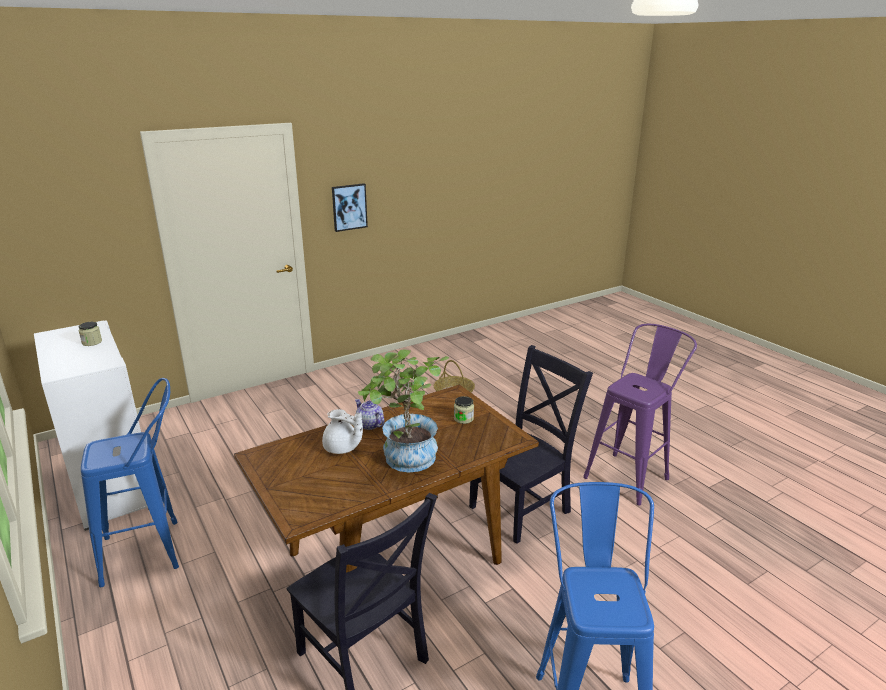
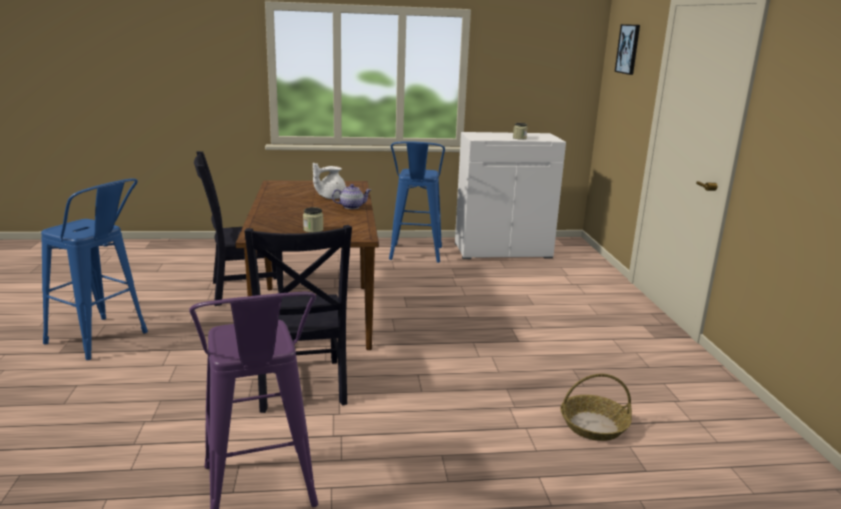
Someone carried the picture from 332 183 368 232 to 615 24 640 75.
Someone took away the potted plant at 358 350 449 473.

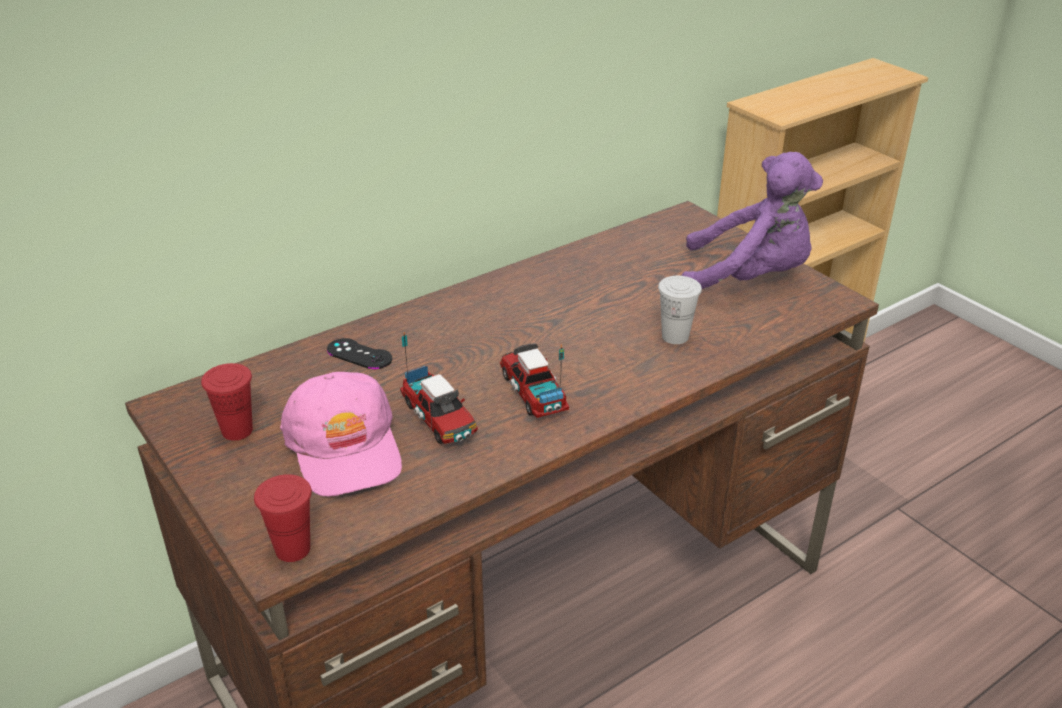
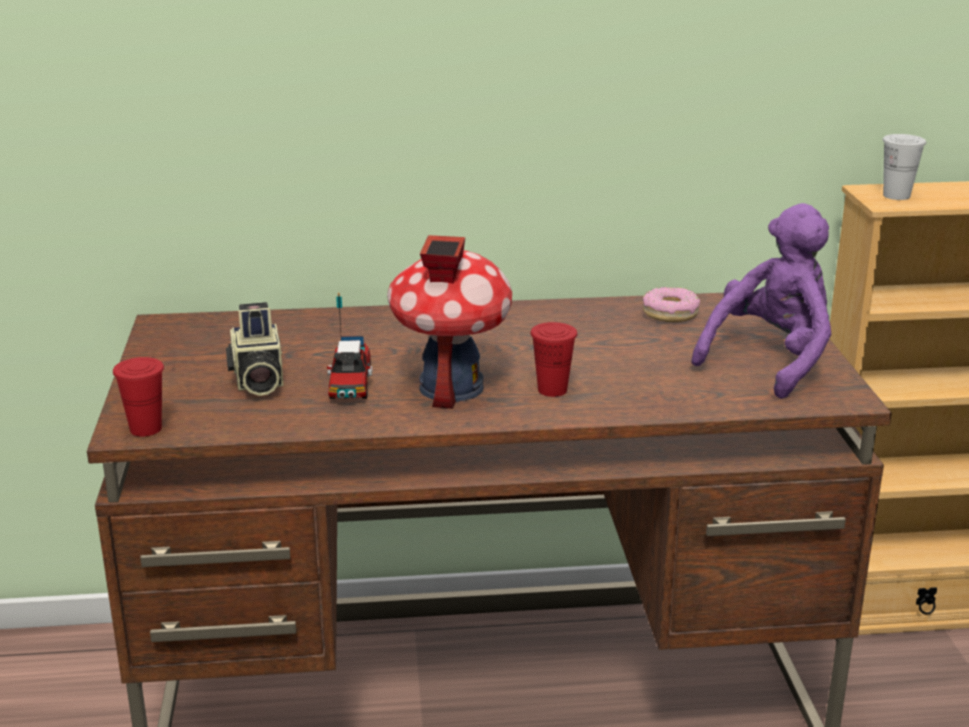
Someone rotated the purple plush toy at 681 152 823 289 by 90 degrees counterclockwise.
Someone carried the white cup from 658 276 702 344 to 883 134 926 200.
Someone took away the black game controller at 327 338 392 369.
Someone swapped the toy truck at 500 344 569 418 for the toy house at 387 235 512 409.
Someone carried the red cup from 201 363 253 441 to 531 322 577 397.
Someone swapped the pink cap at 280 372 402 497 for the photo camera at 226 302 283 396.
Someone put down the donut at 642 287 700 322.

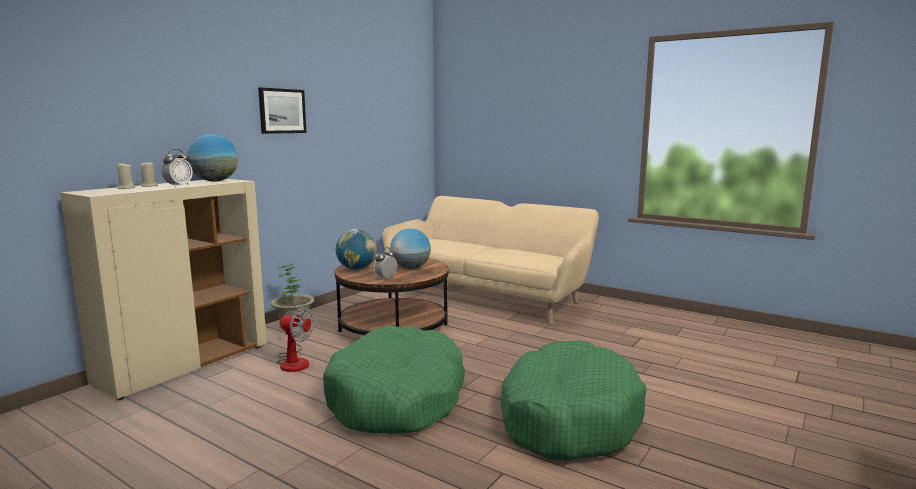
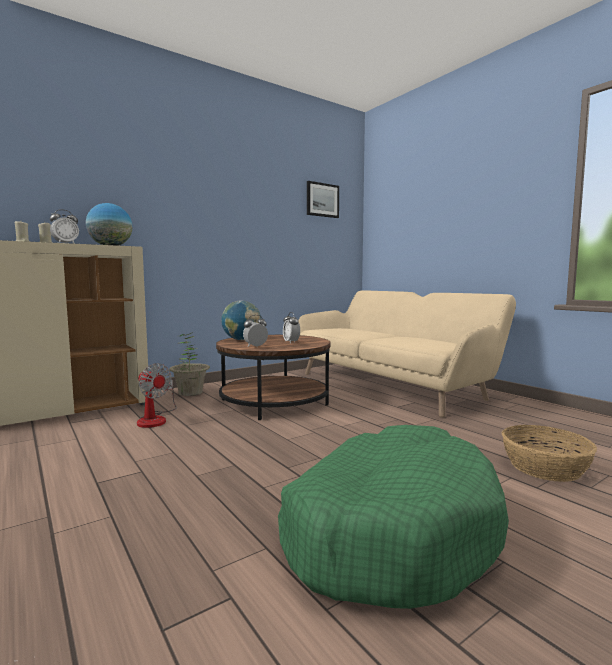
Someone carried the picture from 258 88 307 134 to 307 181 339 218.
Someone swapped the globe at 390 228 431 269 for the alarm clock at 283 312 300 343.
Someone took away the green dog bed at 323 325 465 434.
Someone put down the basket at 502 425 597 482.

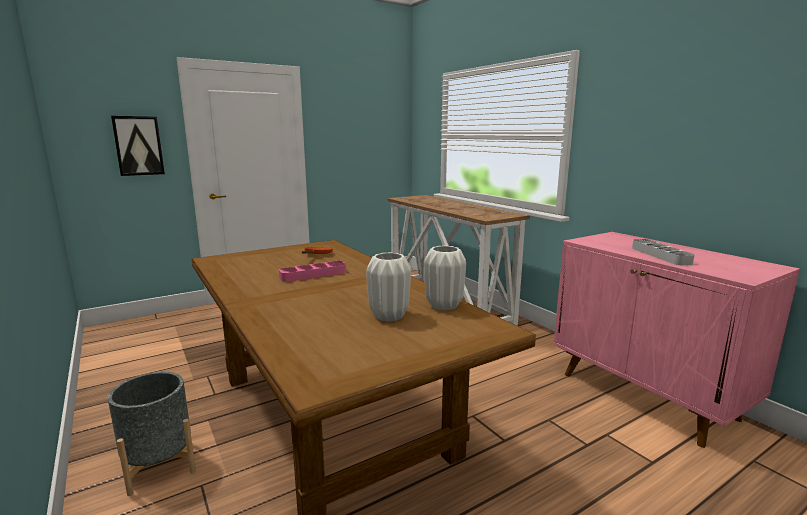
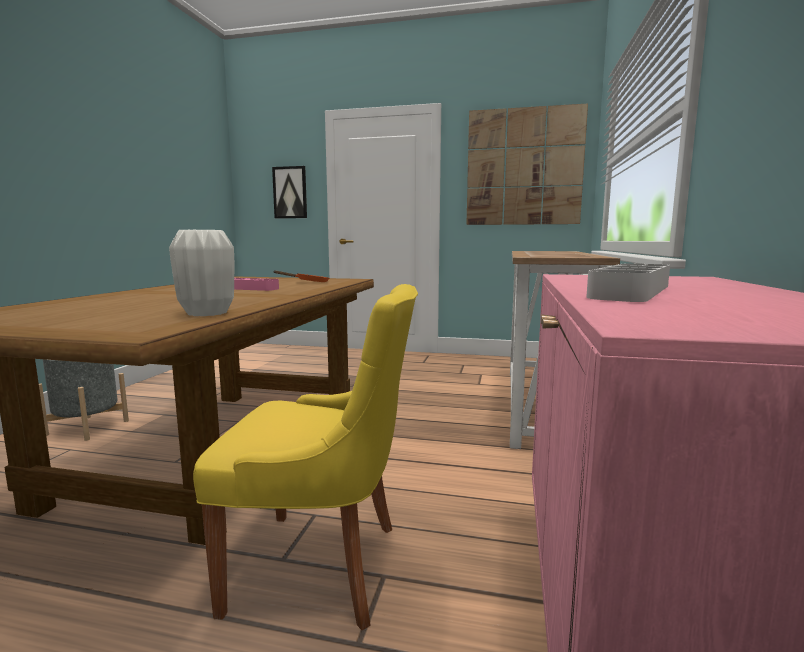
Someone took away the white vase at 366 252 411 322.
Someone put up the picture at 466 103 588 225.
Someone put down the yellow chair at 193 284 418 630.

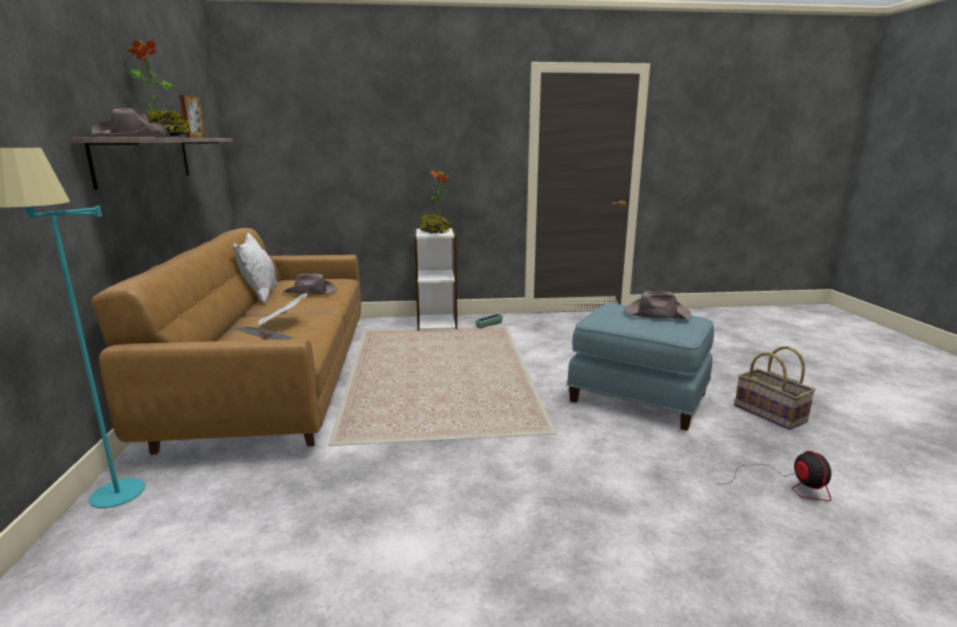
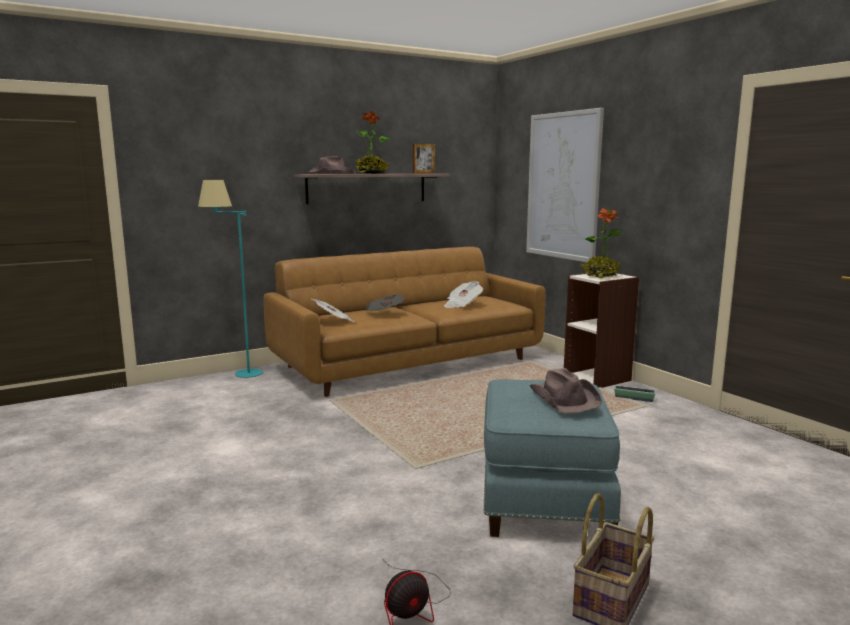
Someone took away the white pillow at 233 232 278 304.
Someone swapped the brown hat at 282 274 338 295 for the newspaper at 444 281 483 308.
Someone put up the picture at 526 108 604 262.

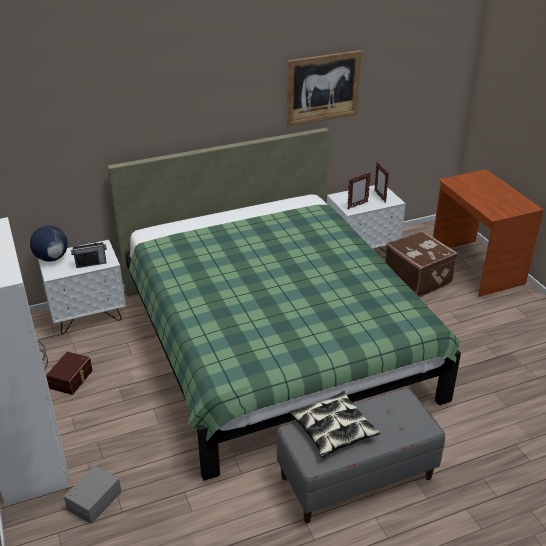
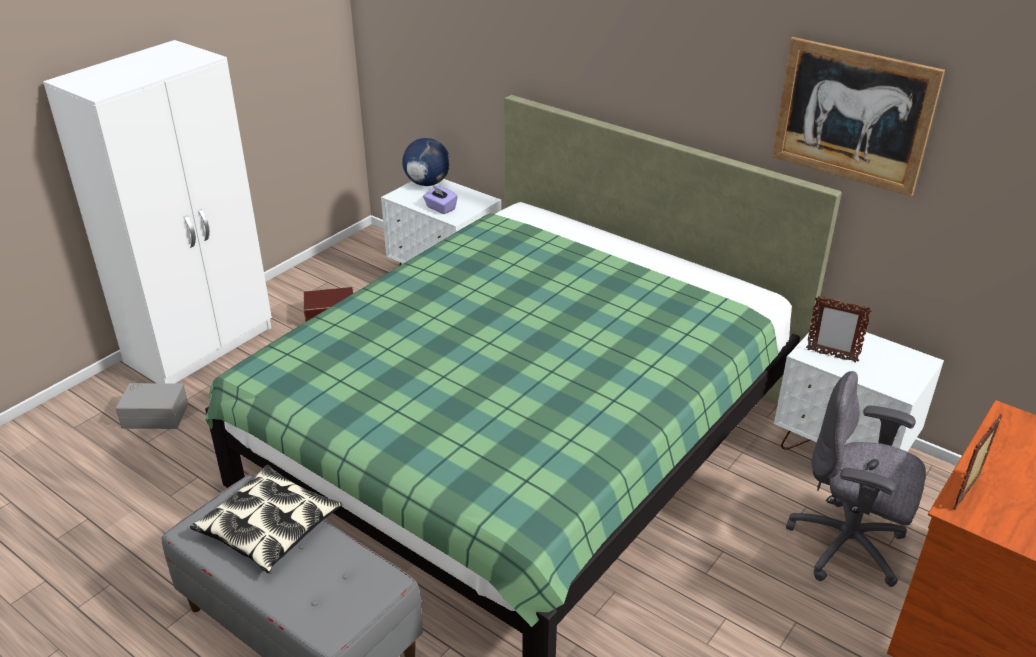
Someone carried the picture frame from 374 162 389 202 to 953 414 1002 510.
Someone swapped the brown suitcase at 385 230 458 297 for the grey office chair at 786 371 926 587.
Someone swapped the radio at 71 241 107 268 for the purple tissue box at 423 186 458 214.

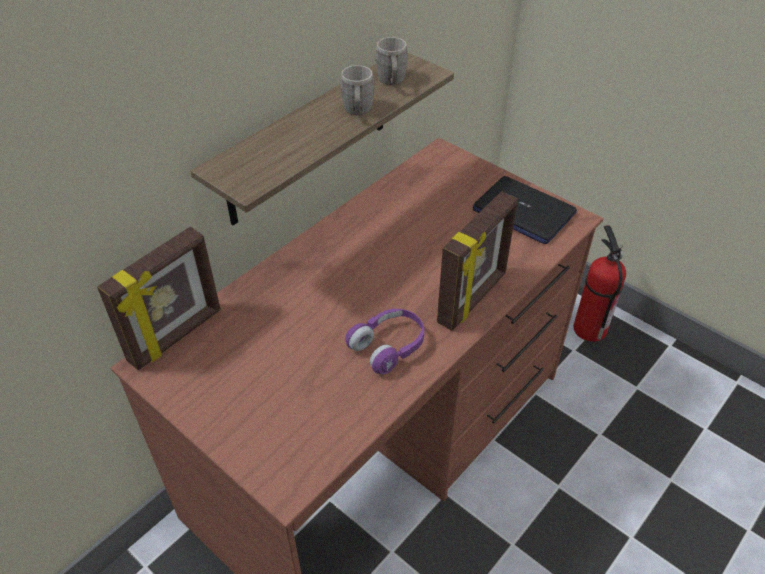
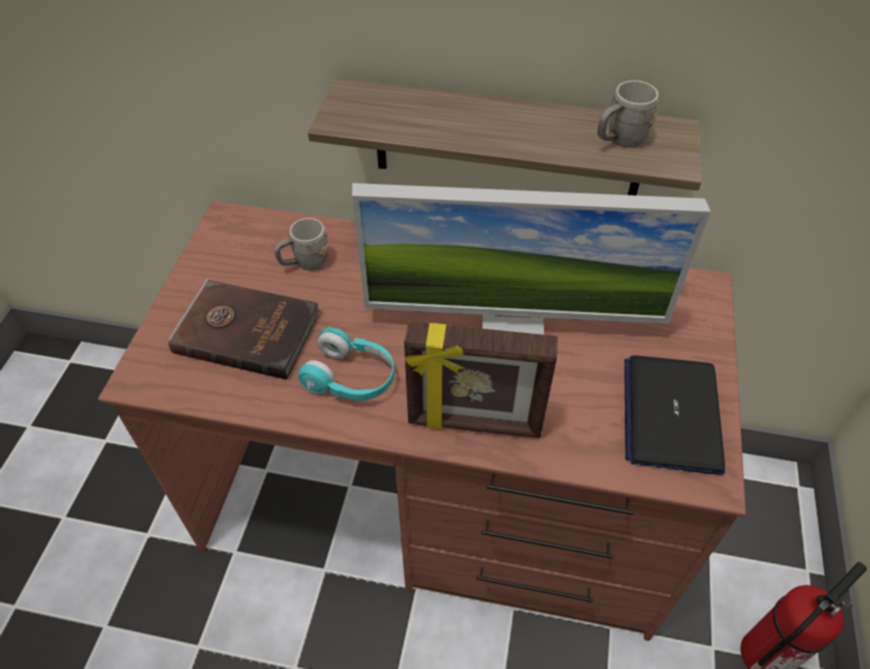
Someone carried the grey mug from 340 65 375 115 to 274 218 328 271.
Someone took away the picture frame at 97 227 221 370.
Someone repainted the purple headphones at 345 309 424 374, which became the turquoise headphones at 298 327 394 401.
Someone put down the monitor at 352 183 711 335.
Someone put down the brown book at 168 279 321 380.

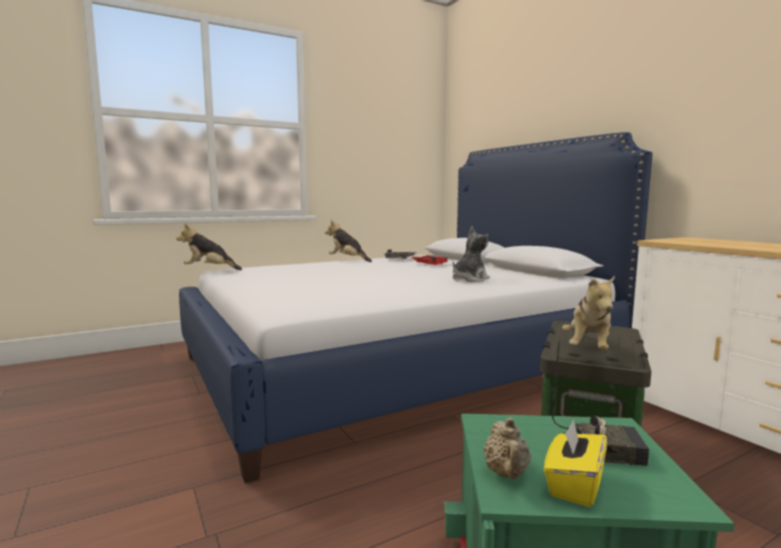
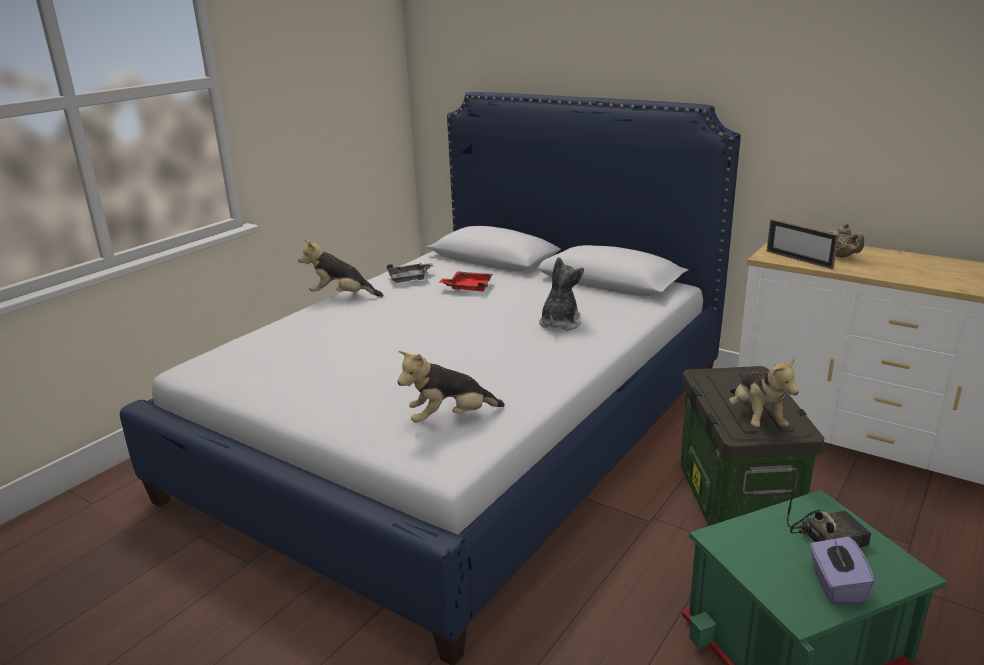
Someone carried the plush toy from 176 224 242 270 to 397 351 505 423.
Someone carried the beige teapot from 483 418 531 479 to 825 223 864 257.
Someone repainted the yellow tissue box at 544 419 607 507, which became the purple tissue box at 810 536 875 604.
Someone put down the picture frame at 767 219 839 269.

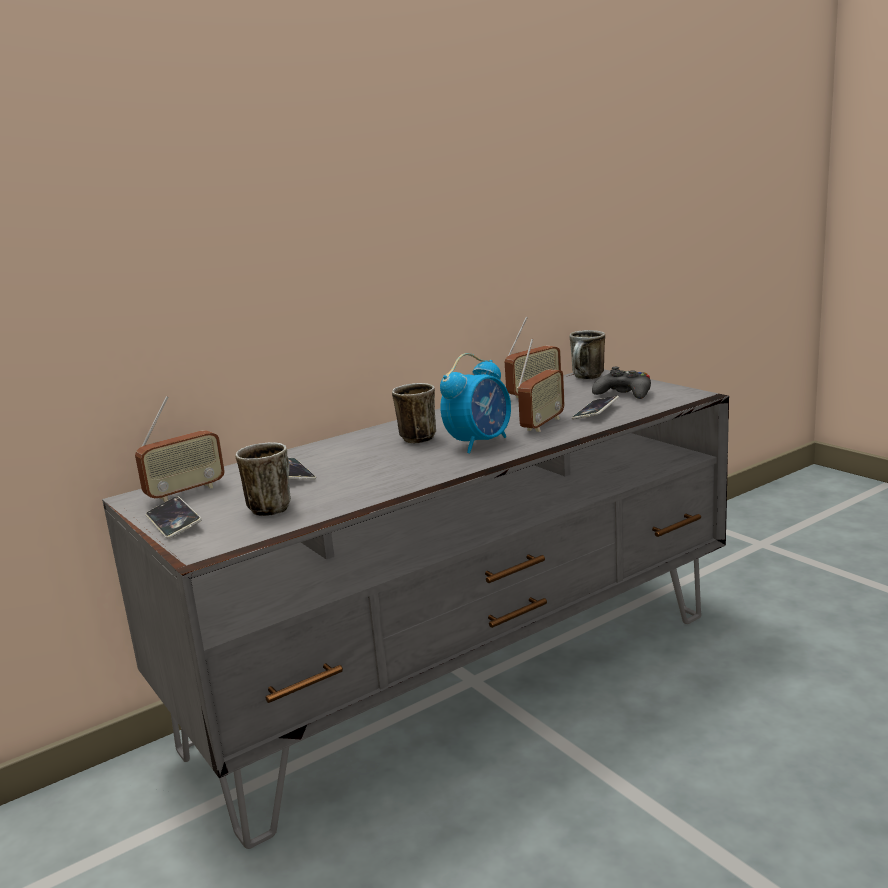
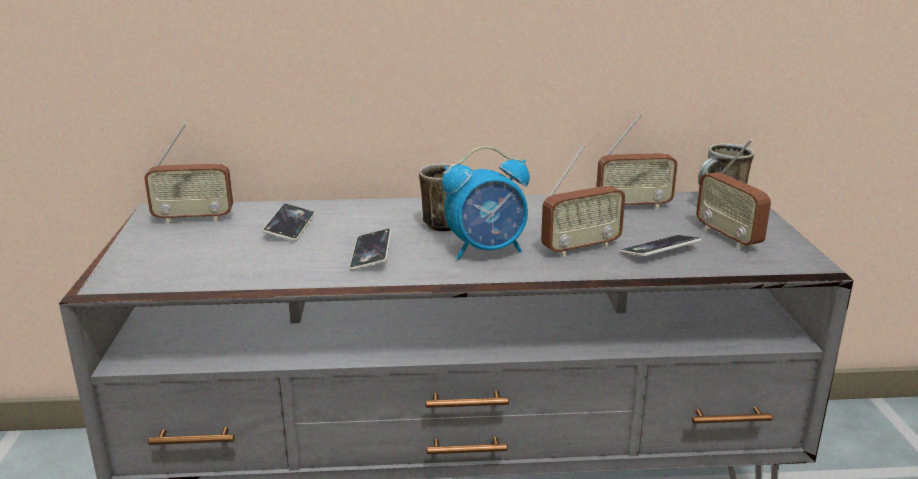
Someone swapped the black game controller at 592 367 651 399 for the radio at 696 139 771 249.
Someone took away the mug at 235 442 291 516.
Someone carried the phone from 146 496 202 539 to 349 229 392 270.

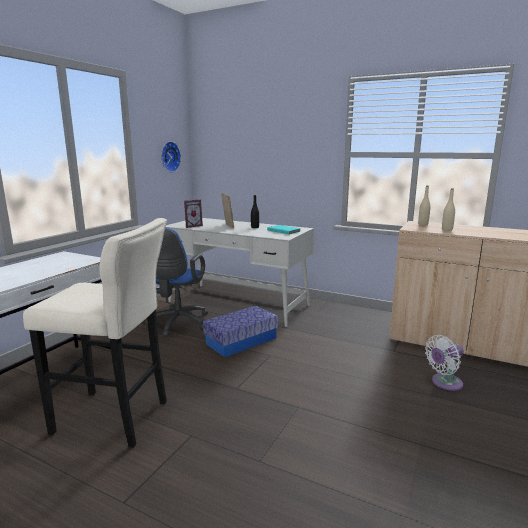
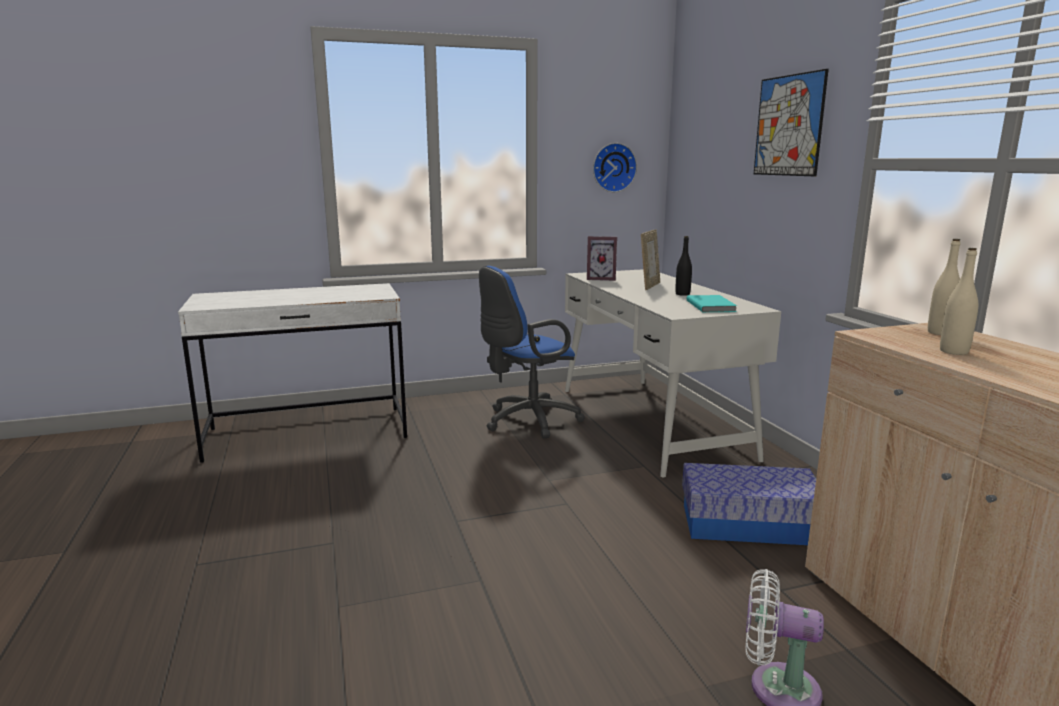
Someone took away the beige stool at 23 218 167 448.
Someone carried the storage box from 203 306 278 357 to 682 463 816 545.
Someone put up the picture at 754 69 829 176.

